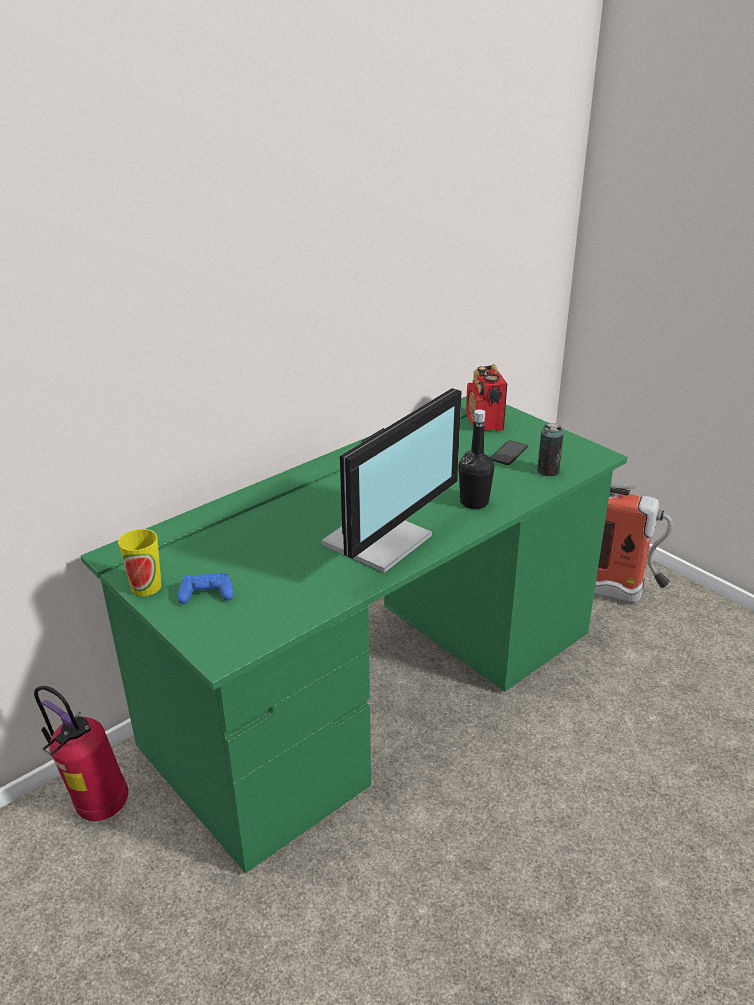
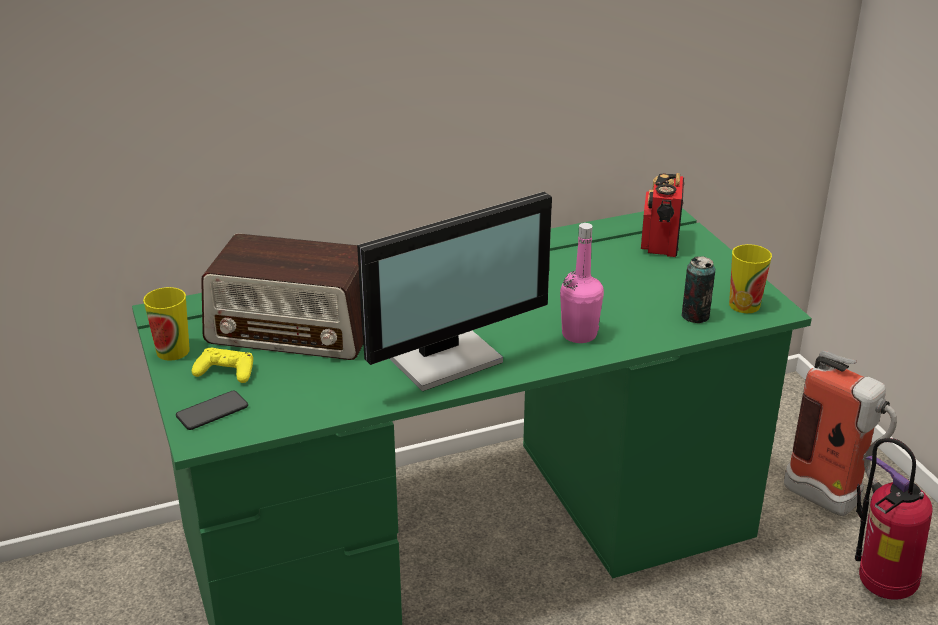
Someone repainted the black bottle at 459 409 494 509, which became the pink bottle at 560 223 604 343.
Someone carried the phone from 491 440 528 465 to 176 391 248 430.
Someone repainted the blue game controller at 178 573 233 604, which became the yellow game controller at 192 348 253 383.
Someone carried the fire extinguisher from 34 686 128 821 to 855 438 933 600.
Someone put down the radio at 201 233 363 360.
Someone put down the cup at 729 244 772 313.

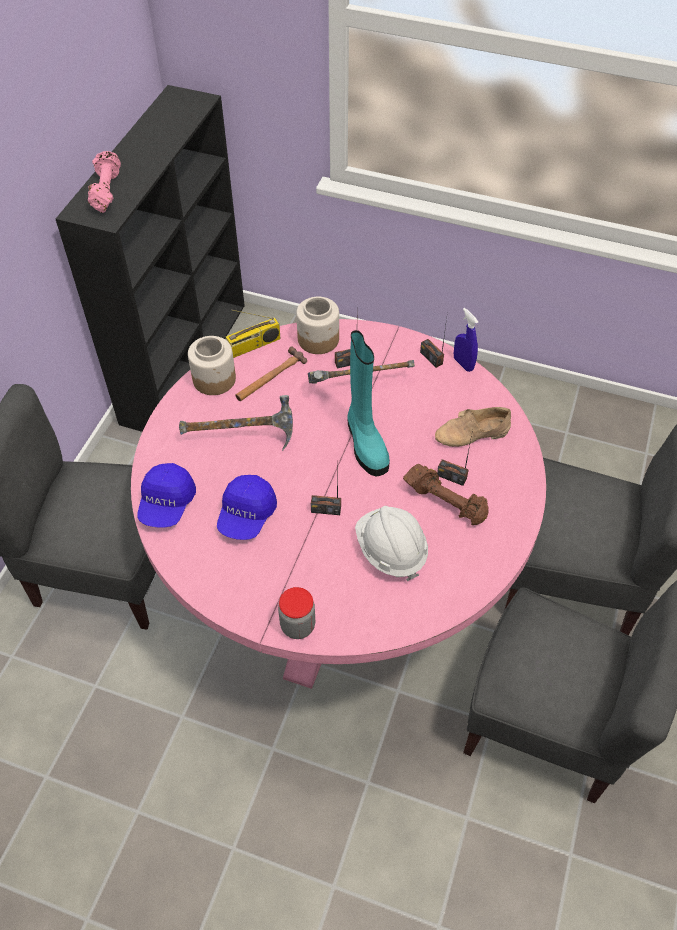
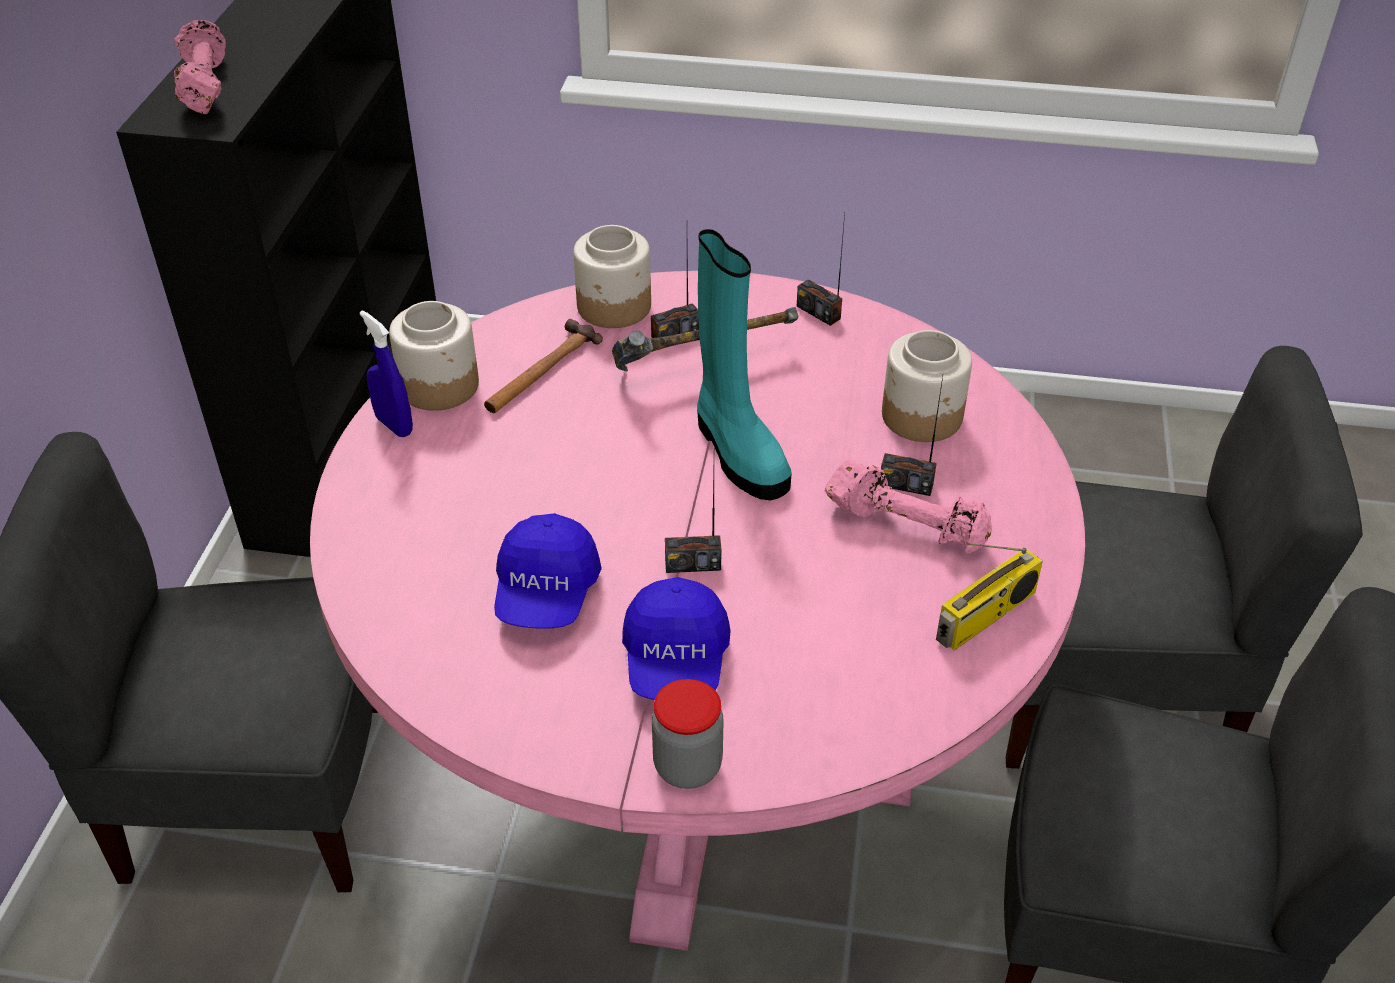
Someone carried the blue spray bottle from 454 308 478 372 to 360 310 413 437.
Someone carried the radio from 226 309 280 358 to 936 543 1043 650.
Someone took away the hammer at 179 395 293 451.
Someone swapped the beige shoe at 435 407 511 447 for the jar at 882 330 972 442.
Someone carried the blue cap from 137 463 196 528 to 622 577 731 700.
Someone repainted the brown dumbbell at 403 464 488 525, which became the pink dumbbell at 825 459 992 554.
Someone took away the white hard hat at 355 506 428 581.

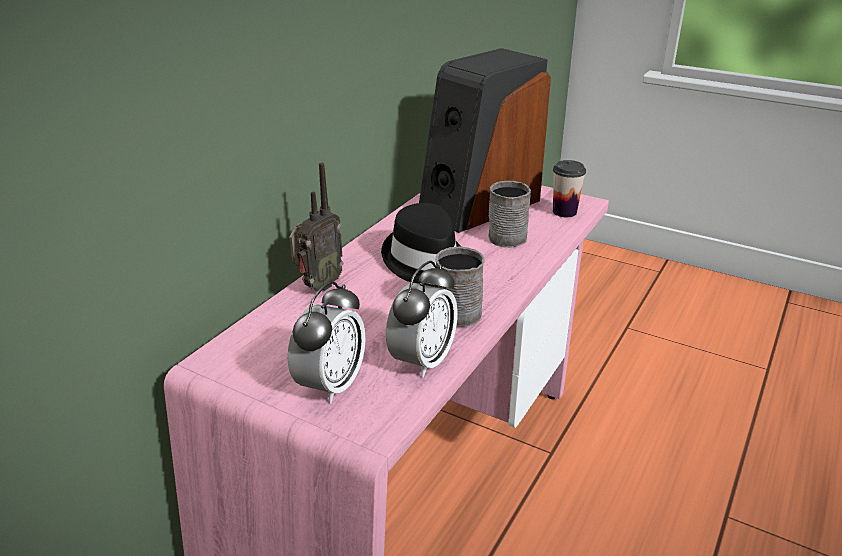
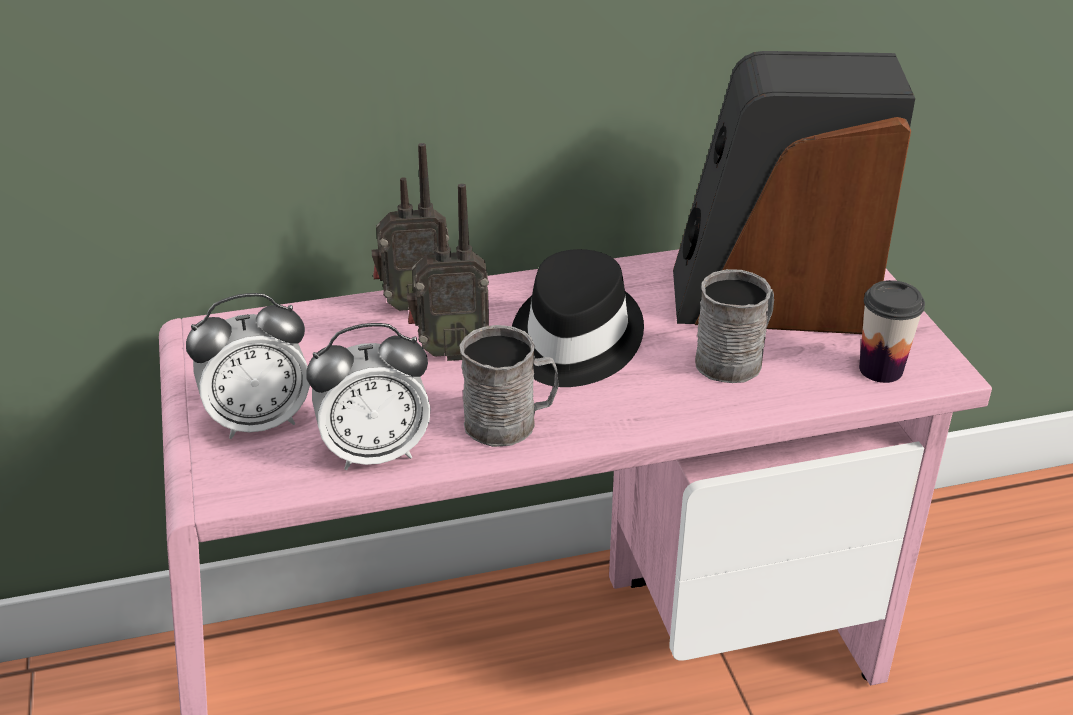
Someone put down the radio at 407 184 489 361.

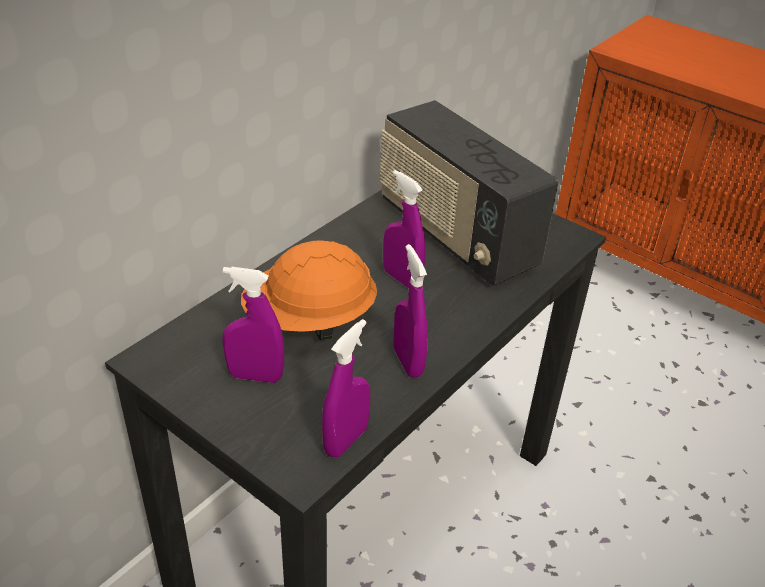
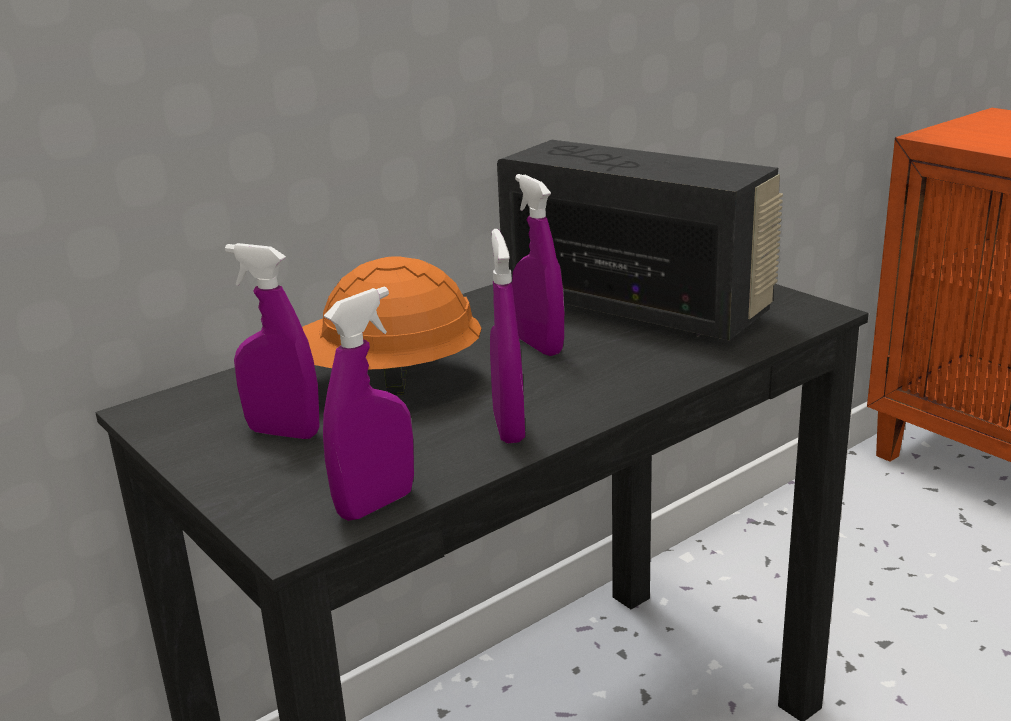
Someone rotated the radio at 380 100 558 286 by 150 degrees clockwise.

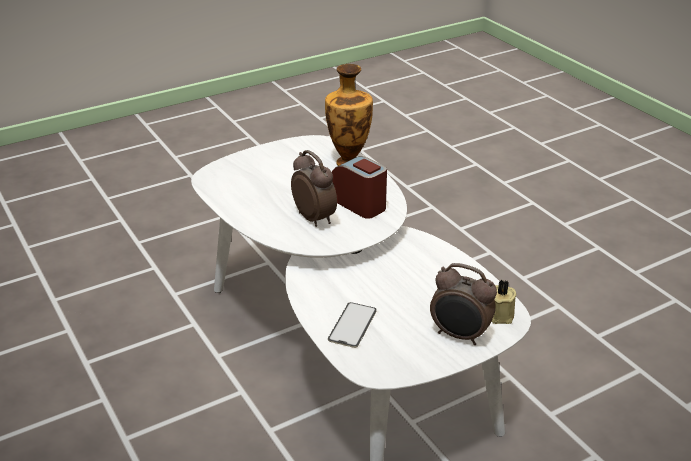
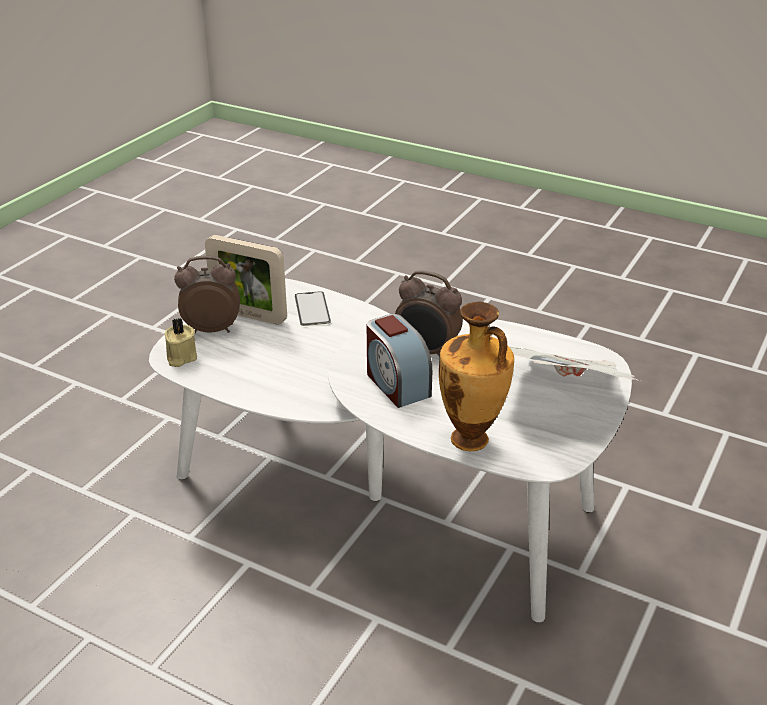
Someone rotated the alarm clock at 332 156 387 219 by 45 degrees clockwise.
Someone put down the picture frame at 205 235 287 325.
Someone put down the newspaper at 509 346 640 381.

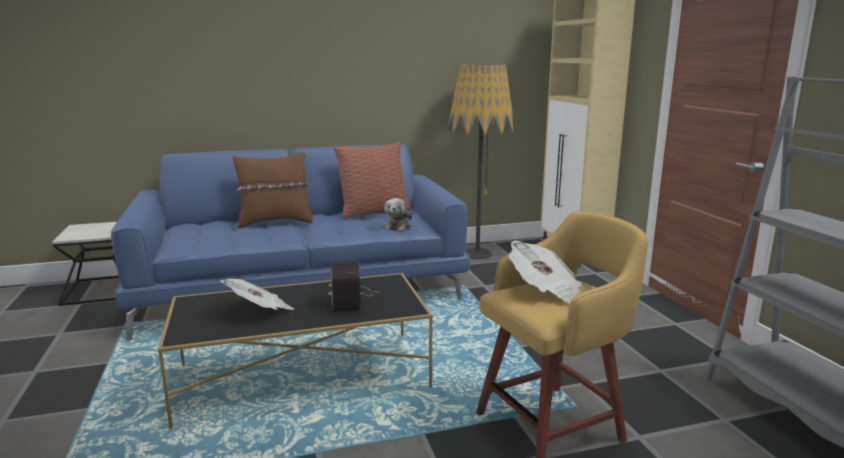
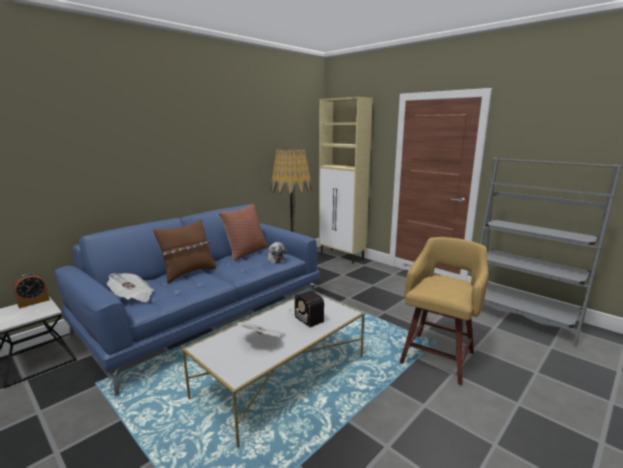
Someone carried the newspaper from 509 241 581 303 to 107 273 154 302.
Someone repainted the black coffee table at 158 273 433 429, which became the white coffee table at 182 292 365 448.
Someone put down the alarm clock at 13 273 50 308.

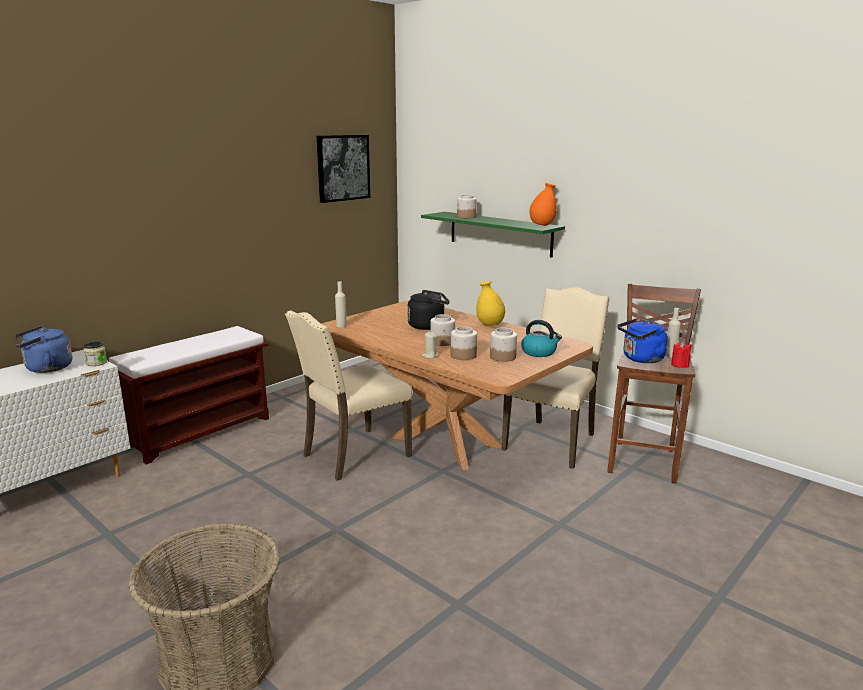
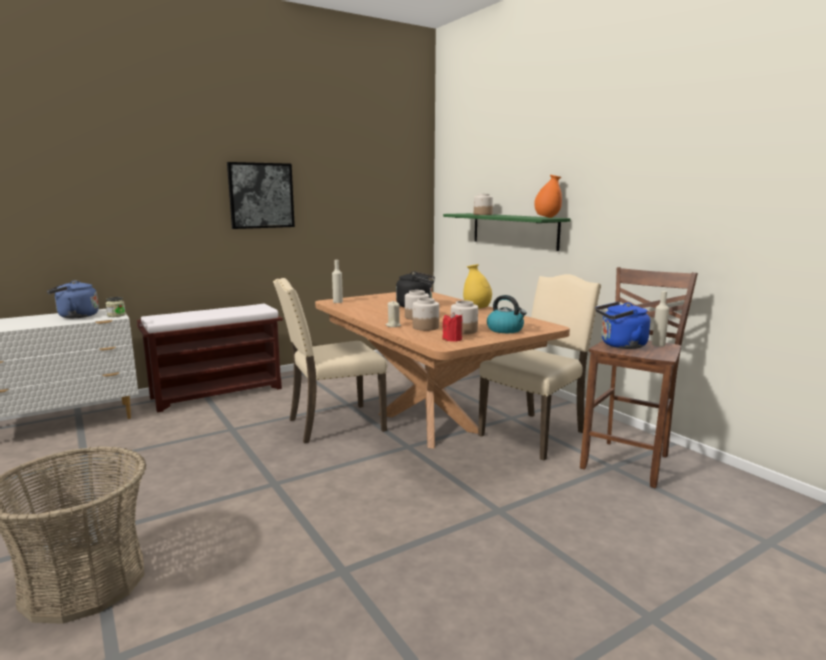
Someone carried the picture from 317 135 370 203 to 227 162 295 229.
Someone carried the red candle from 671 341 692 368 to 443 312 463 342.

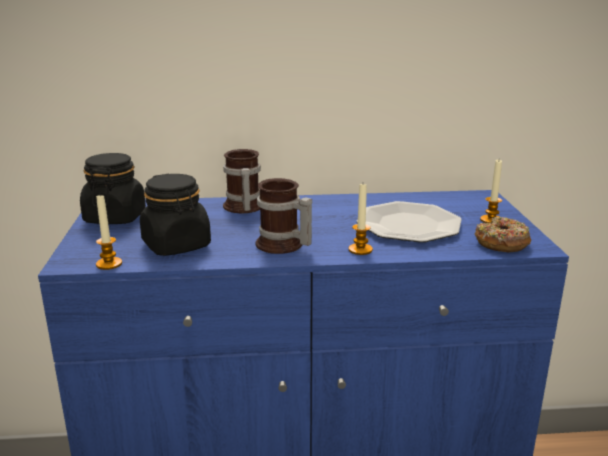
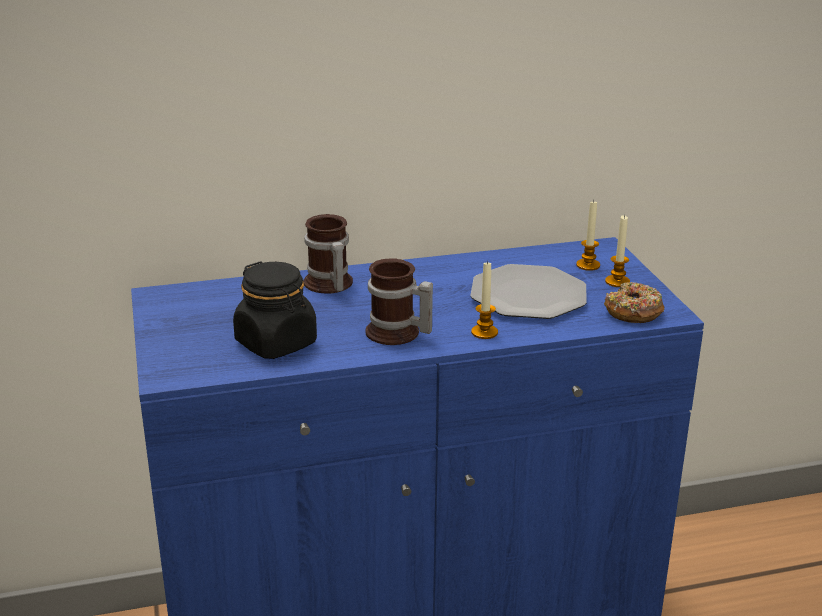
Someone took away the black jar at 80 153 146 224.
Someone carried the candle from 96 195 122 270 to 576 201 600 271.

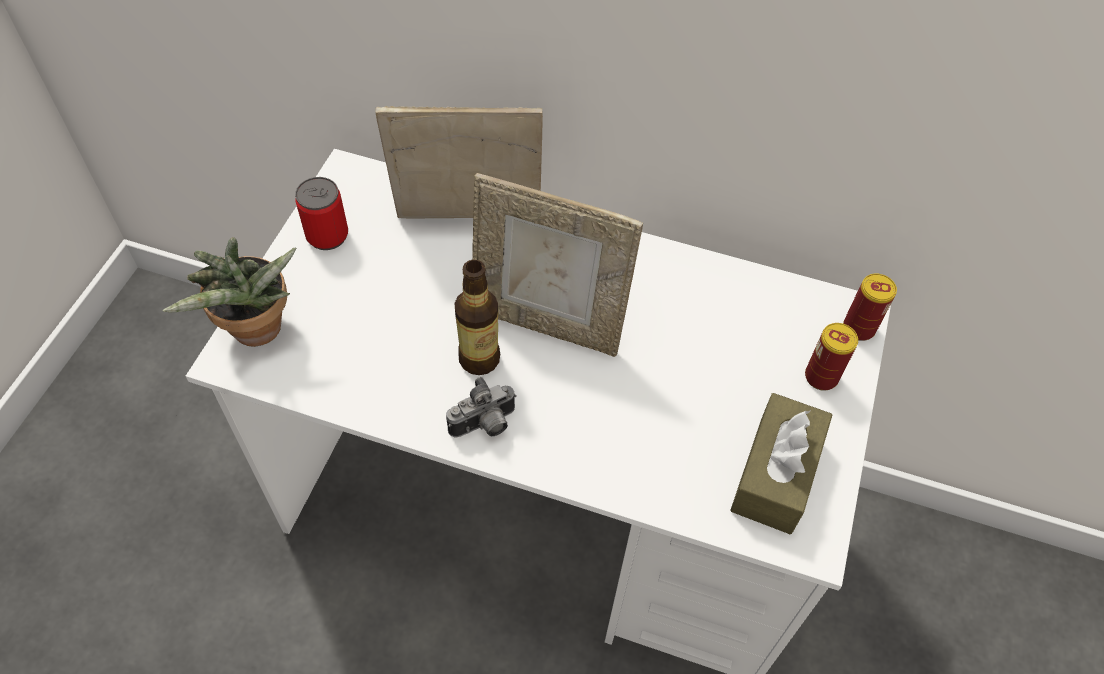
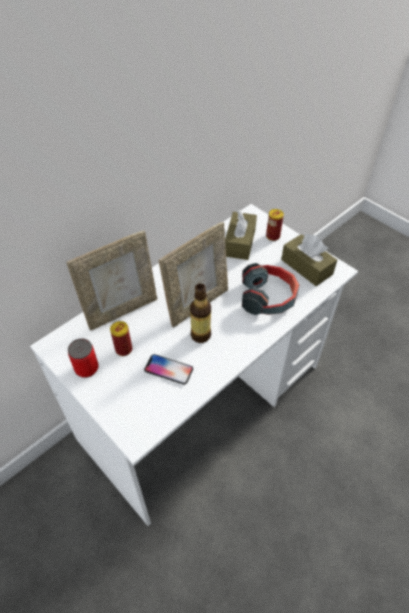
Someone rotated the picture frame at 375 106 543 218 by 150 degrees counterclockwise.
Someone took away the potted plant at 163 237 296 347.
Someone carried the can from 843 274 897 341 to 110 321 132 356.
Someone took away the photo camera at 446 377 517 438.
Someone put down the brown tissue box at 225 210 257 260.
Someone put down the headphones at 242 263 299 315.
Someone put down the phone at 144 354 193 385.

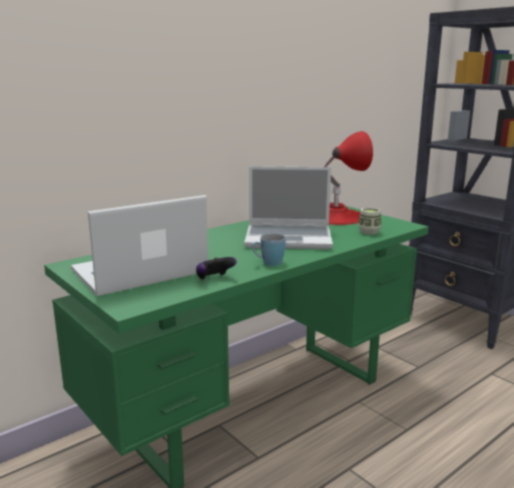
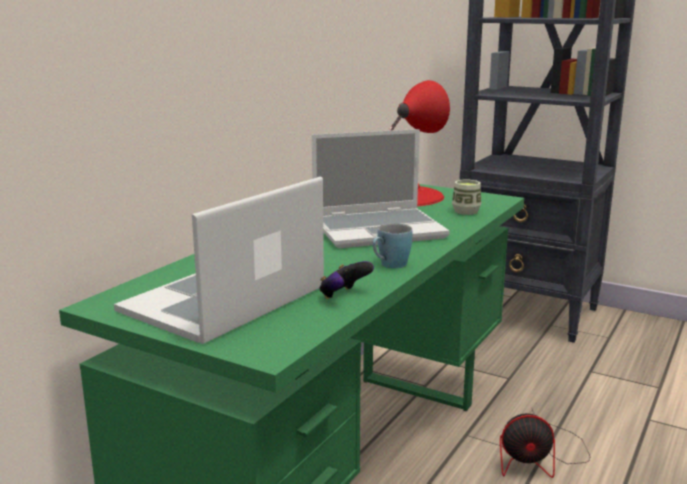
Someone put down the fan at 500 409 591 478.

